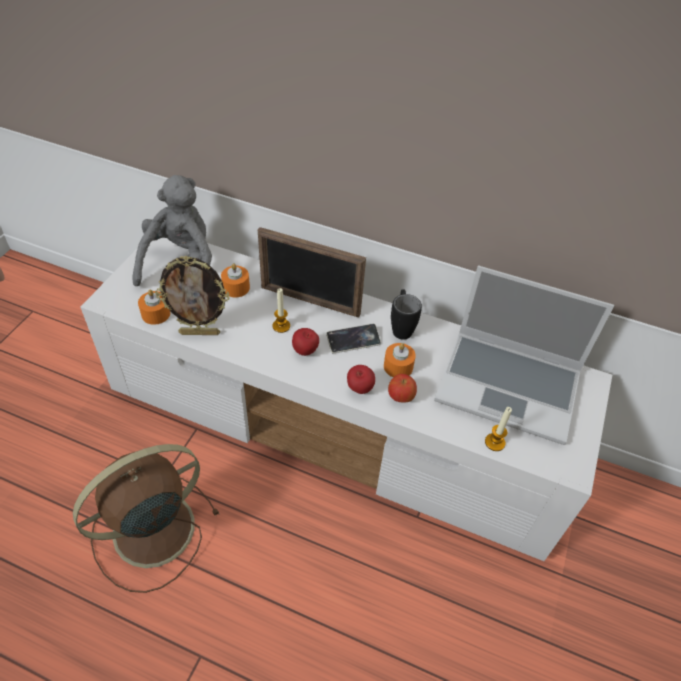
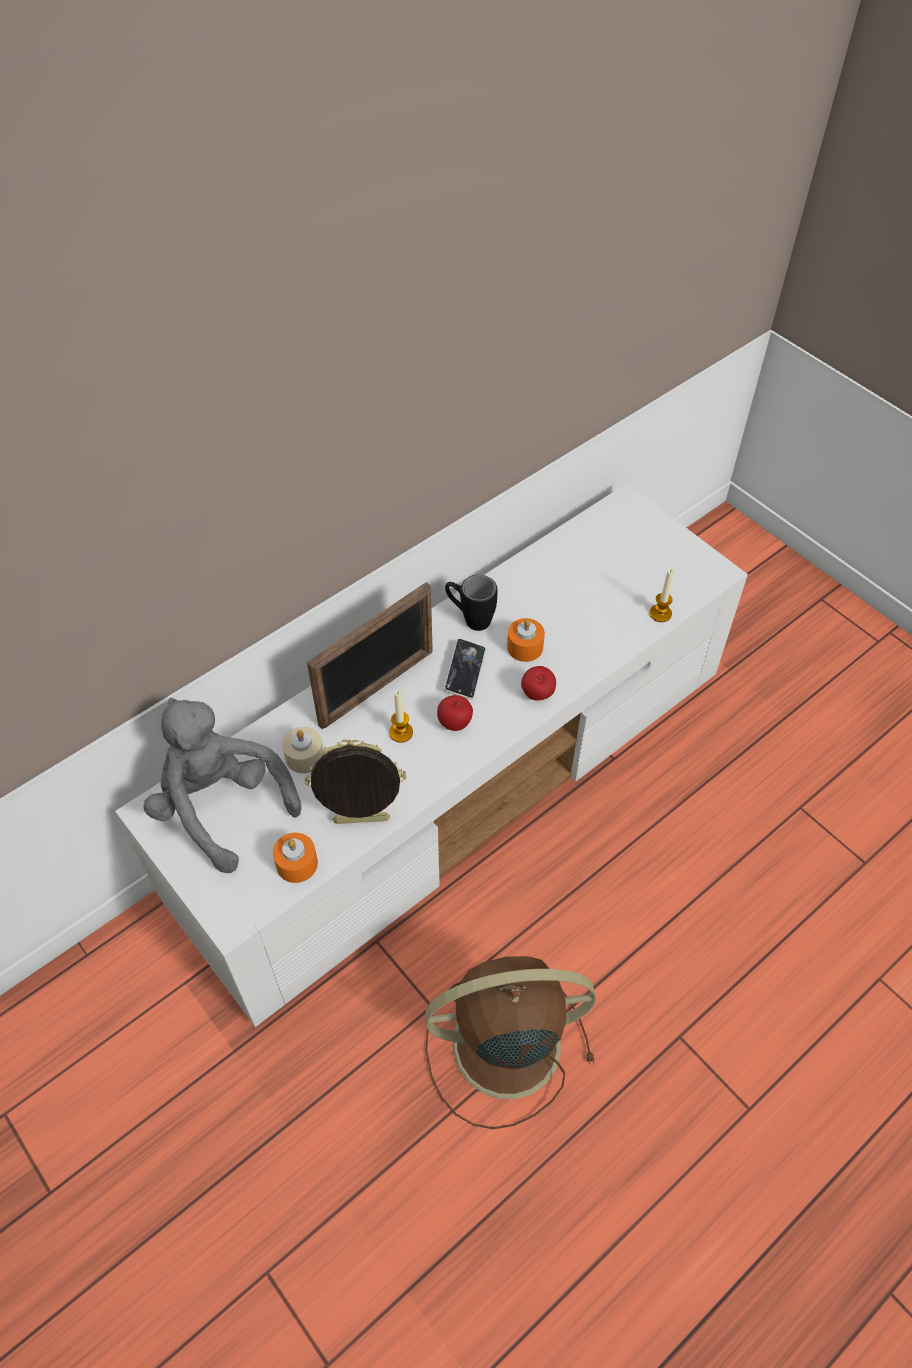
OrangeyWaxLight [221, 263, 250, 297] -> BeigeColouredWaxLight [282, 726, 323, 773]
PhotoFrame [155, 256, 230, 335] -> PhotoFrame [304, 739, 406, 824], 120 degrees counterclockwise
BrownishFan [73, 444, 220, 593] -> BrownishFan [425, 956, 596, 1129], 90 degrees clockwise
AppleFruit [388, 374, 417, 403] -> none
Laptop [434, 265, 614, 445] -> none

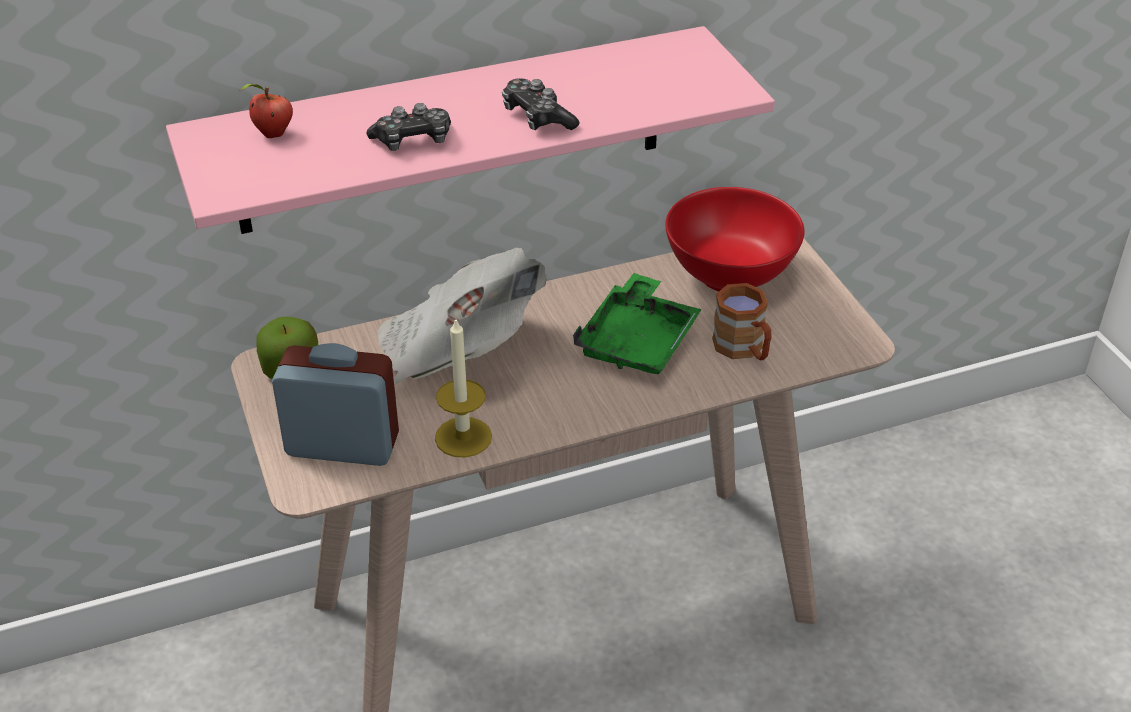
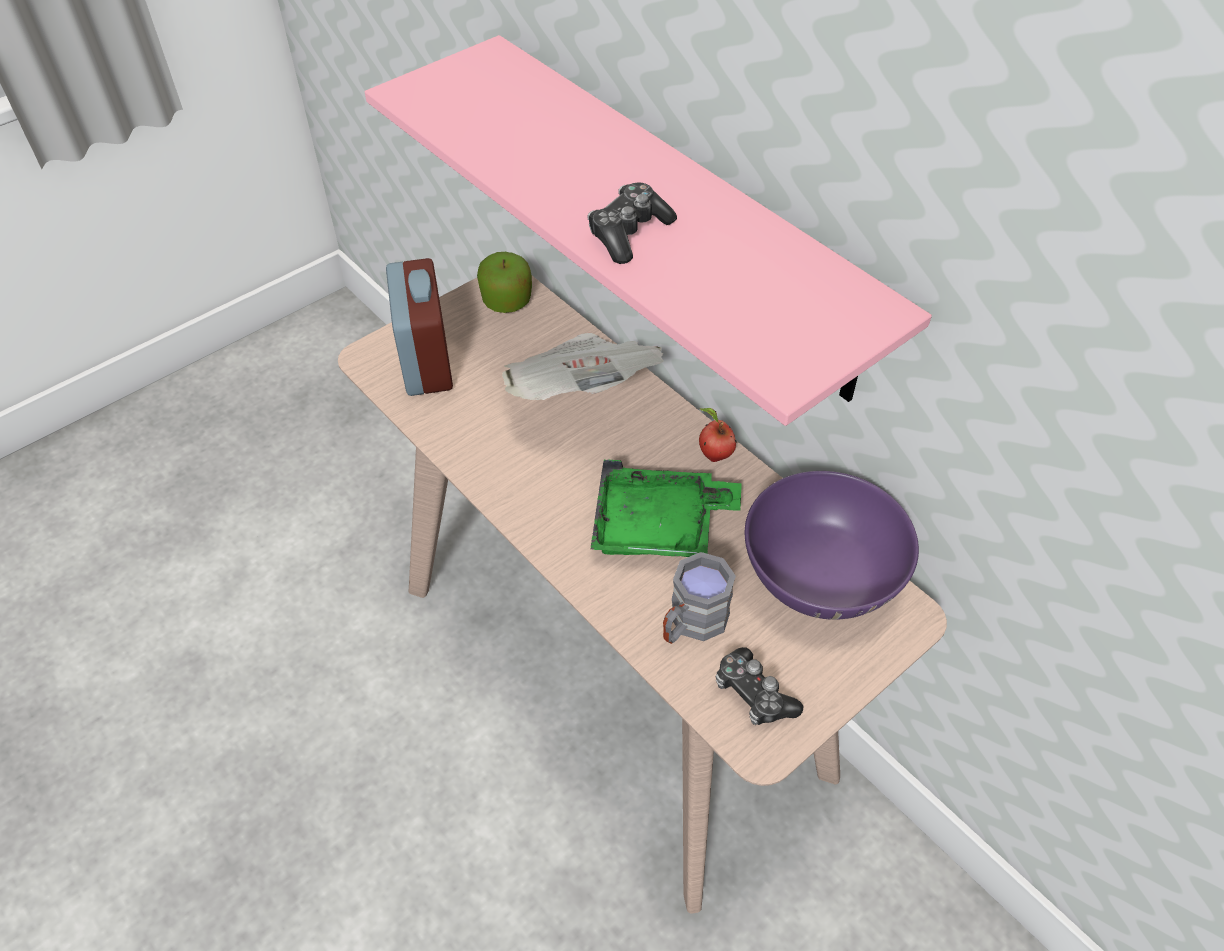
BrownishMug [712, 283, 772, 360] -> GrayMug [663, 552, 736, 644]
AppleFruit [241, 84, 293, 138] -> AppleFruit [699, 408, 737, 462], relocated
GameController [366, 103, 451, 151] -> GameController [715, 647, 803, 725], relocated
RedBowl [665, 187, 805, 291] -> PurpleBowl [745, 471, 919, 620]
WaxLight [435, 317, 492, 458] -> none

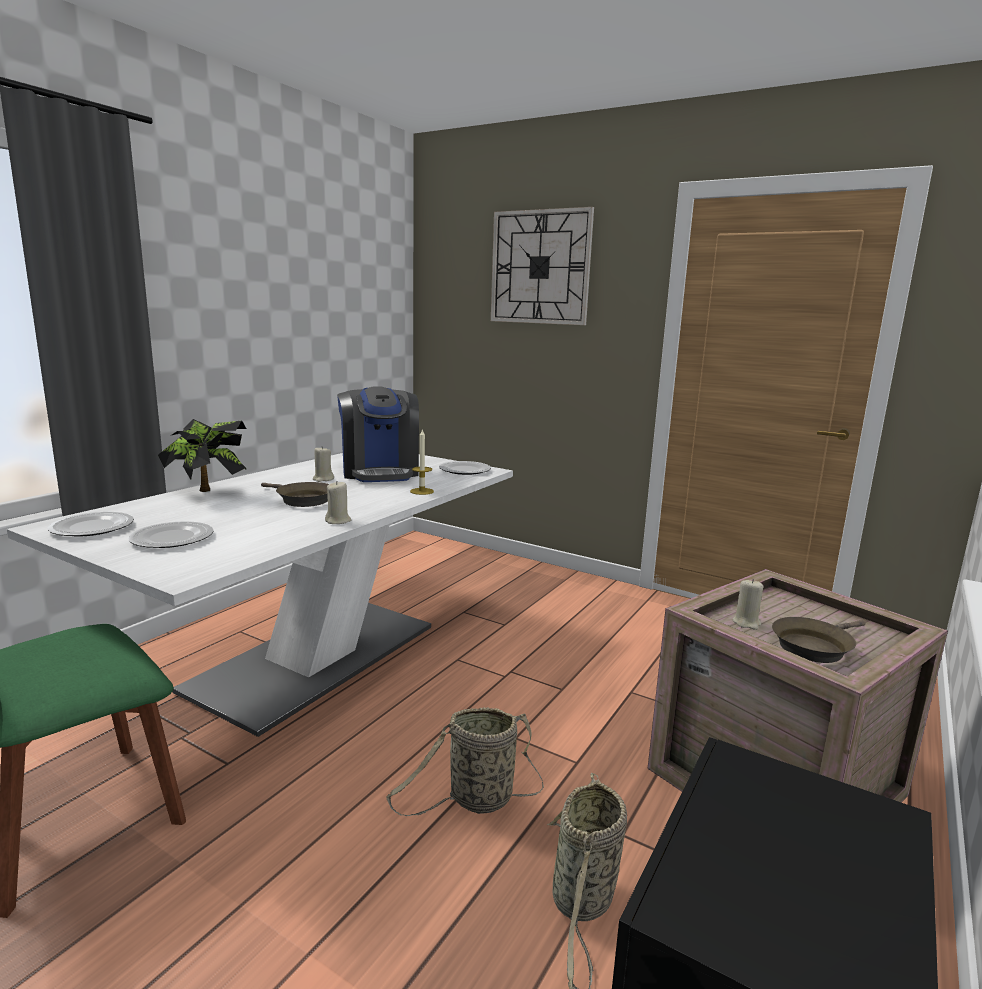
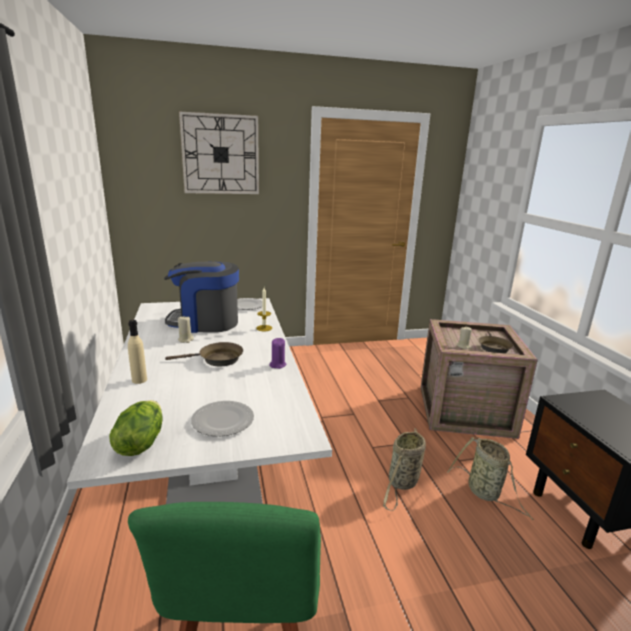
DinnerPlate [47, 512, 134, 536] -> Lettuce [109, 400, 163, 456]
PottedPlant [158, 419, 246, 492] -> BeigeColouredBottle [128, 320, 147, 384]
CoffeeMachine [337, 386, 419, 482] -> CoffeeMachine [164, 261, 239, 333], 150 degrees clockwise
BeigeColouredWaxLight [325, 481, 351, 524] -> PurpleWaxLight [269, 338, 286, 369]

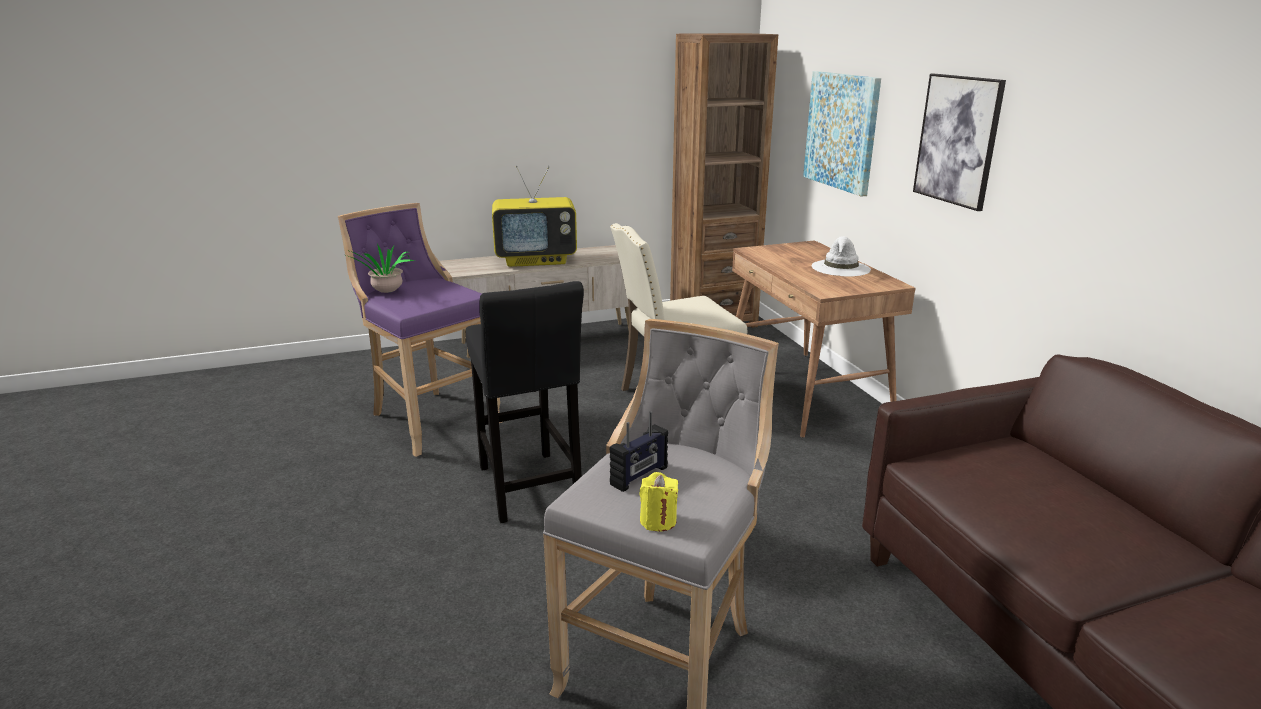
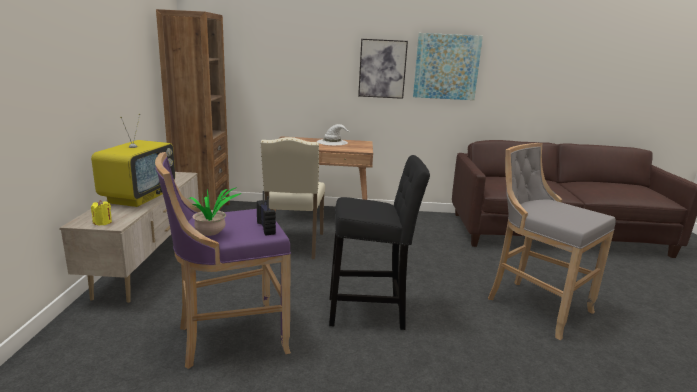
YellowColouredWaxLight [639, 472, 678, 532] -> YellowColouredWaxLight [91, 200, 112, 225], relocated
RadioSet [609, 411, 668, 492] -> RadioSet [257, 191, 276, 235], relocated
Picture [803, 71, 881, 197] -> Picture [413, 33, 483, 100], relocated

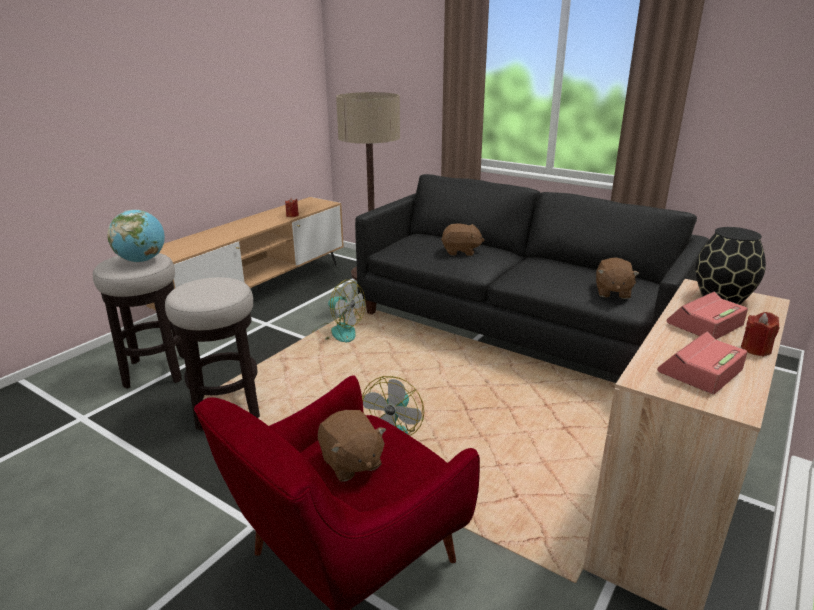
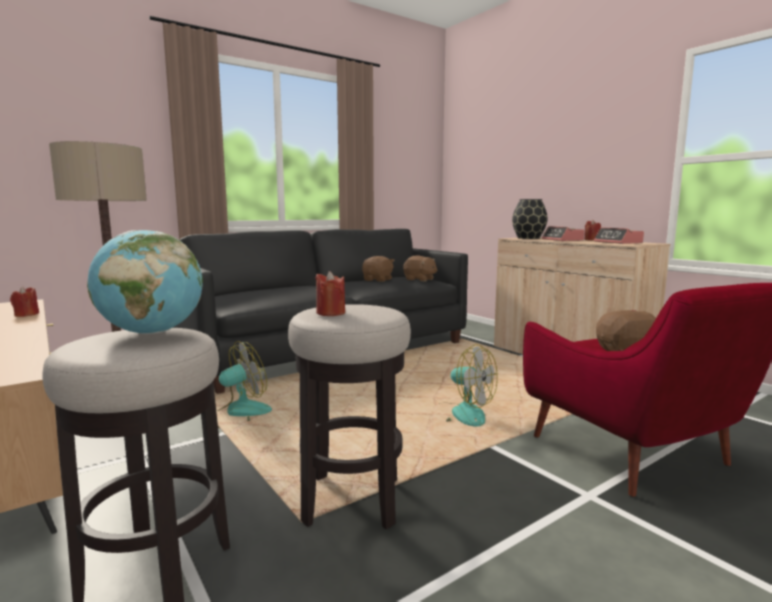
none -> RedWaxLight [315, 271, 345, 316]
BrownishCuddlyToy [441, 224, 484, 256] -> BrownishCuddlyToy [362, 256, 395, 282], relocated

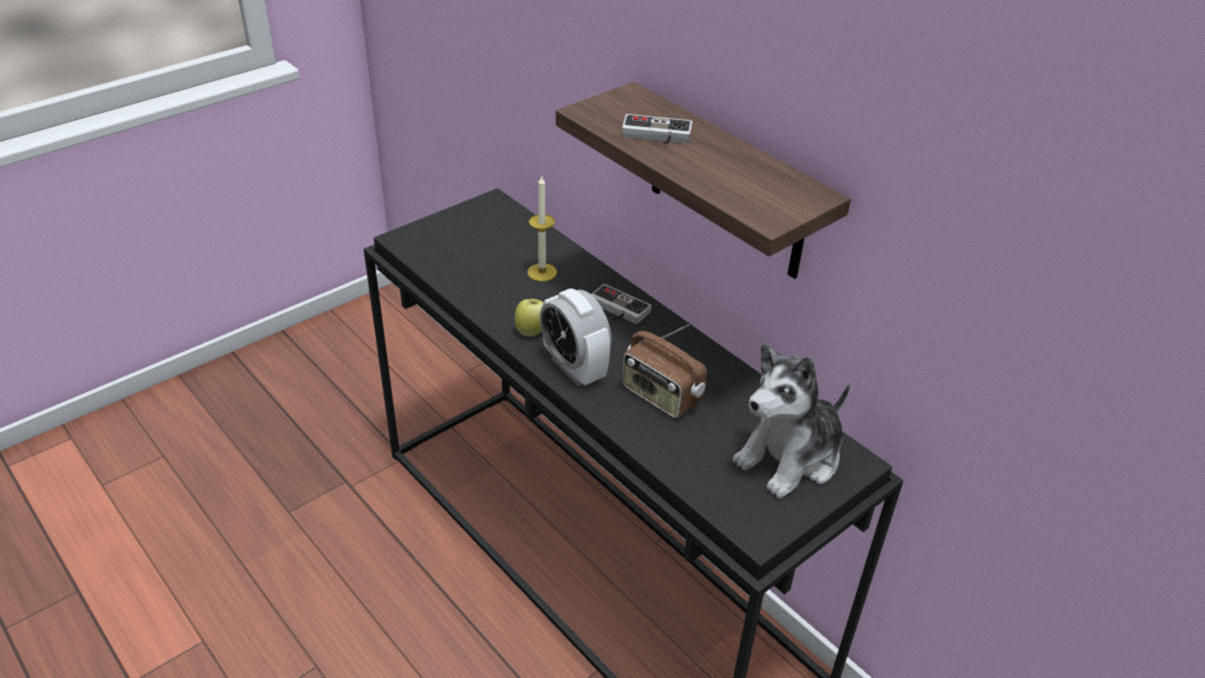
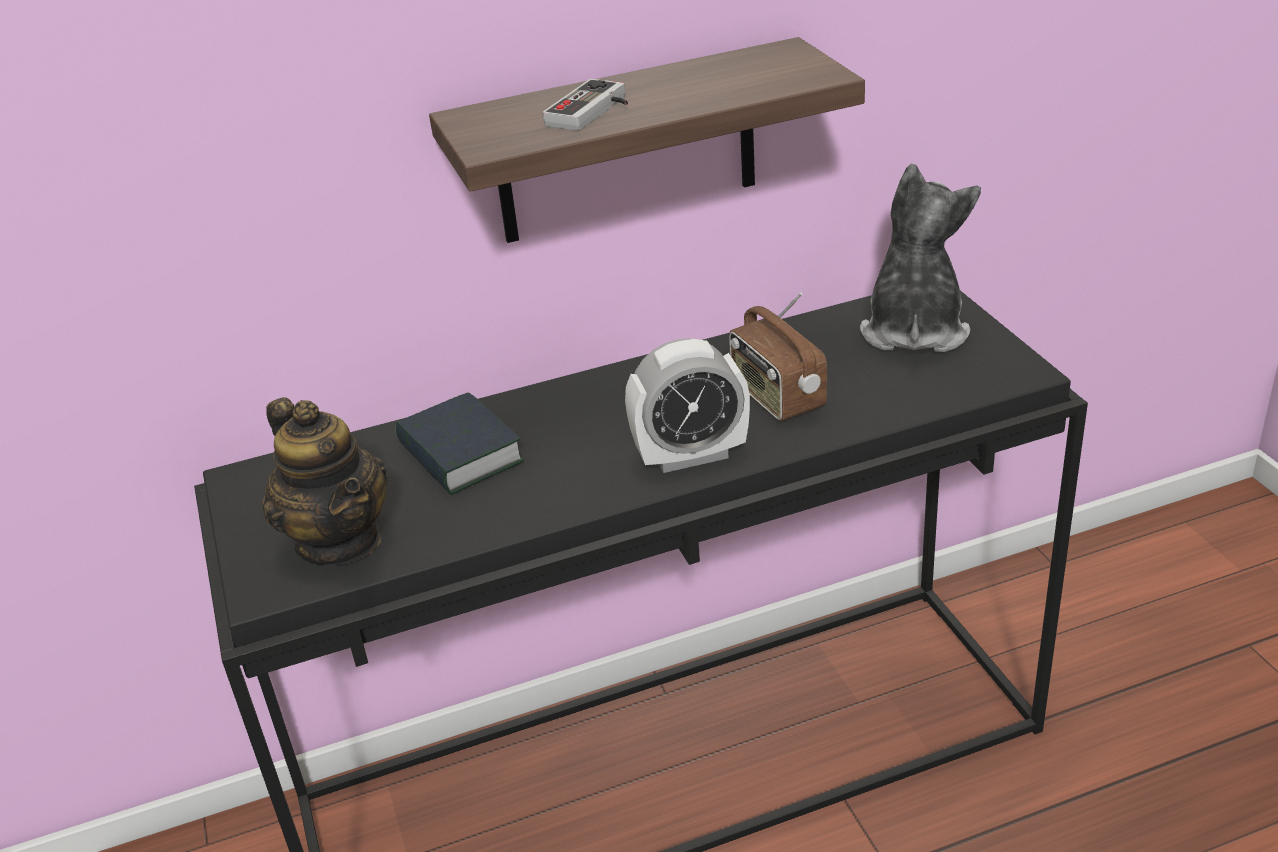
none -> PotForTea [262, 397, 388, 565]
WaxLight [527, 176, 557, 282] -> Volume [396, 392, 524, 495]
RadioSet [622, 324, 707, 418] -> RadioSet [729, 293, 827, 421], 90 degrees clockwise
CuddlyToy [732, 343, 850, 499] -> CuddlyToy [860, 163, 981, 352], 150 degrees counterclockwise
AppleFruit [515, 299, 544, 337] -> none
GameController [591, 284, 651, 324] -> none

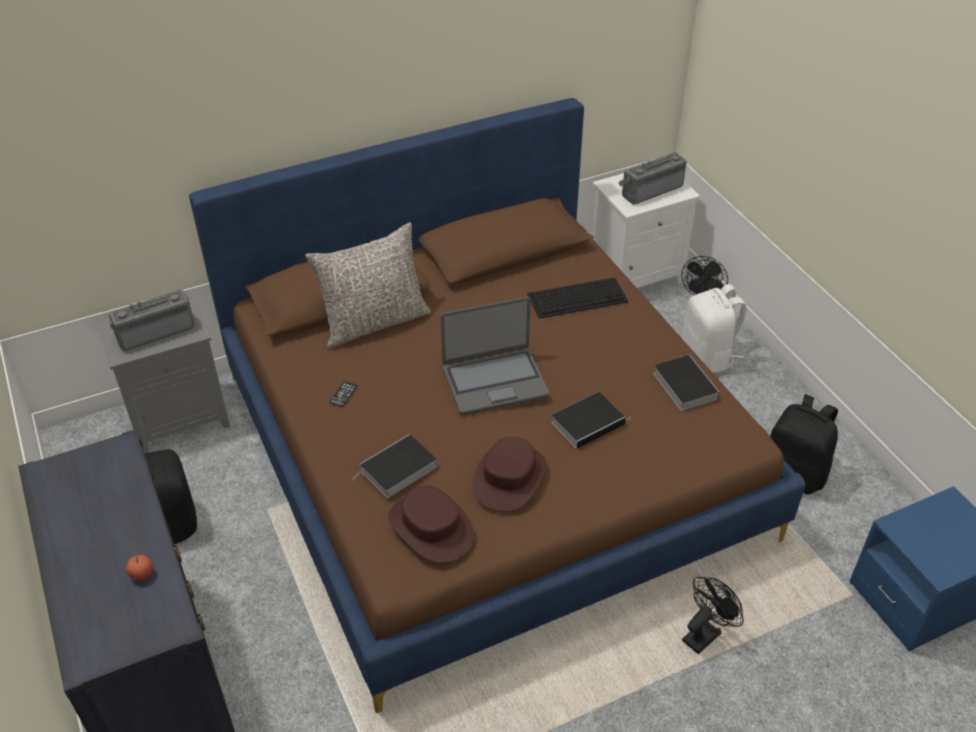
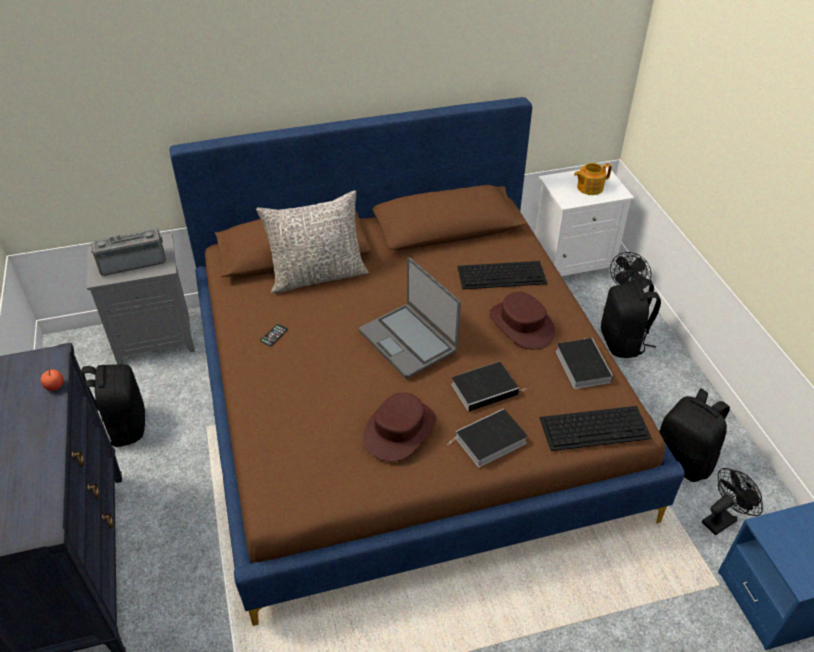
AppleFruit [126, 555, 153, 581] -> AppleFruit [41, 369, 64, 391], relocated
Laptop [440, 297, 549, 415] -> Laptop [359, 257, 461, 378], 60 degrees clockwise
Volume [353, 434, 437, 498] -> Volume [447, 409, 528, 467], relocated
BrownishClothingHat [388, 485, 474, 563] -> BrownishClothingHat [489, 292, 555, 349], relocated
none -> PcKeyboard [539, 406, 652, 451]
RadioSet [619, 152, 687, 204] -> PotForTea [574, 163, 612, 195]
WhiteColouredBackpack [682, 284, 747, 373] -> BlackishBackpack [601, 279, 661, 358]
BlackishFan [682, 577, 744, 654] -> BlackishFan [702, 468, 763, 535], relocated

